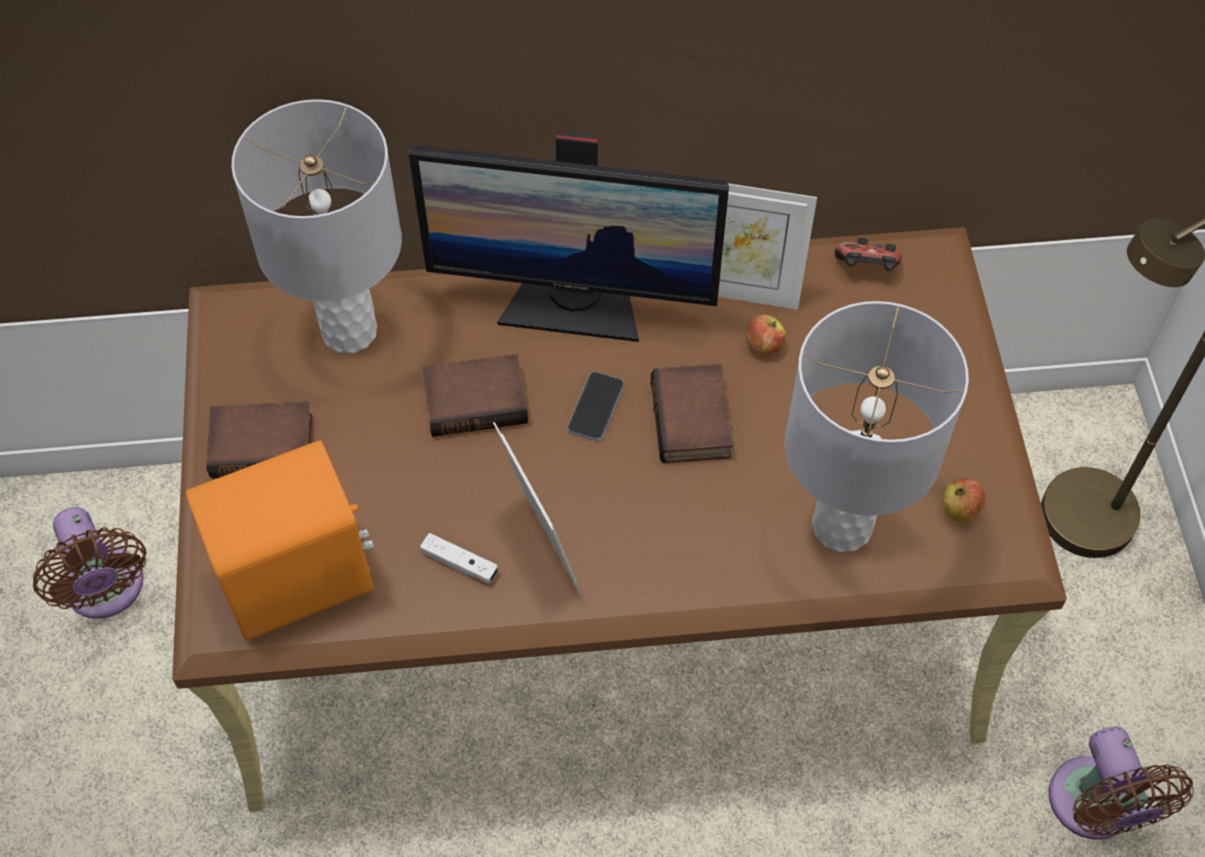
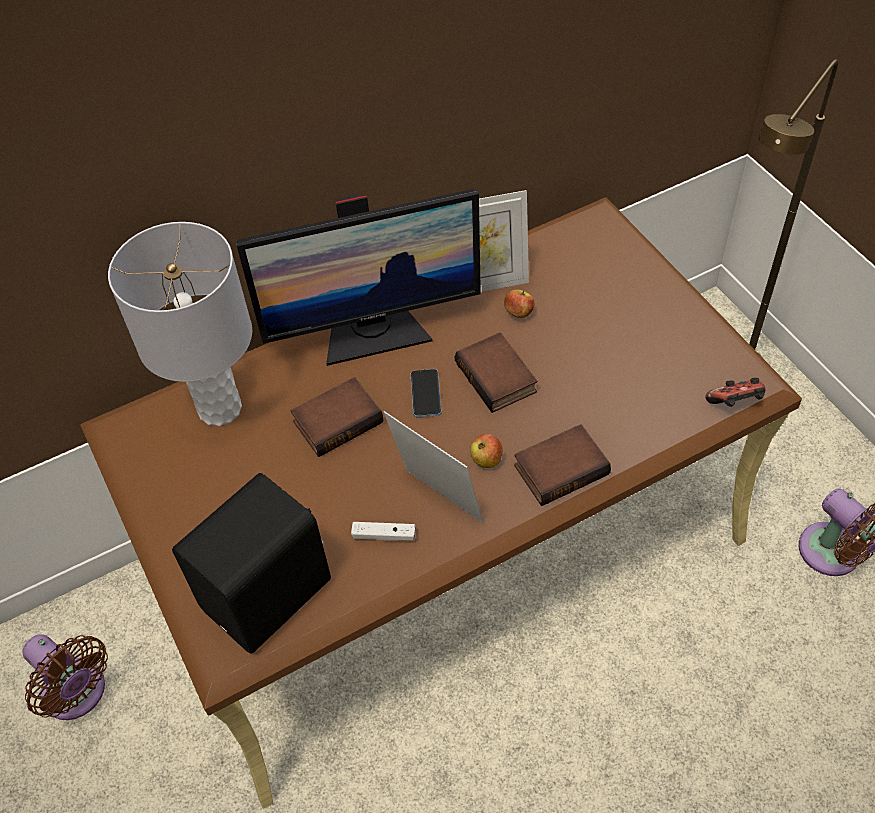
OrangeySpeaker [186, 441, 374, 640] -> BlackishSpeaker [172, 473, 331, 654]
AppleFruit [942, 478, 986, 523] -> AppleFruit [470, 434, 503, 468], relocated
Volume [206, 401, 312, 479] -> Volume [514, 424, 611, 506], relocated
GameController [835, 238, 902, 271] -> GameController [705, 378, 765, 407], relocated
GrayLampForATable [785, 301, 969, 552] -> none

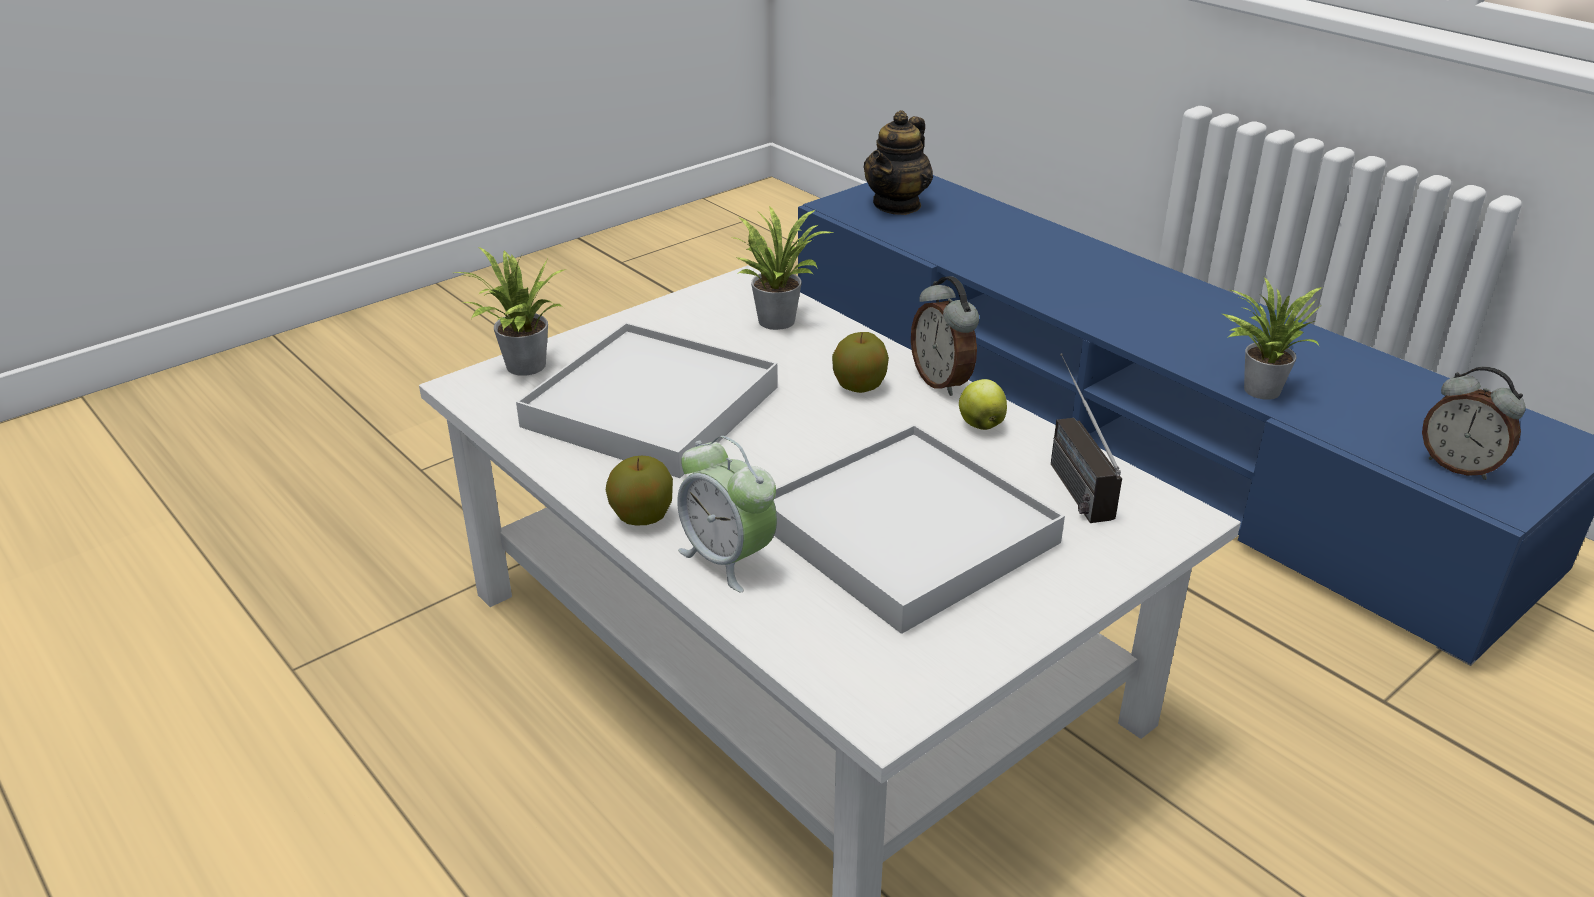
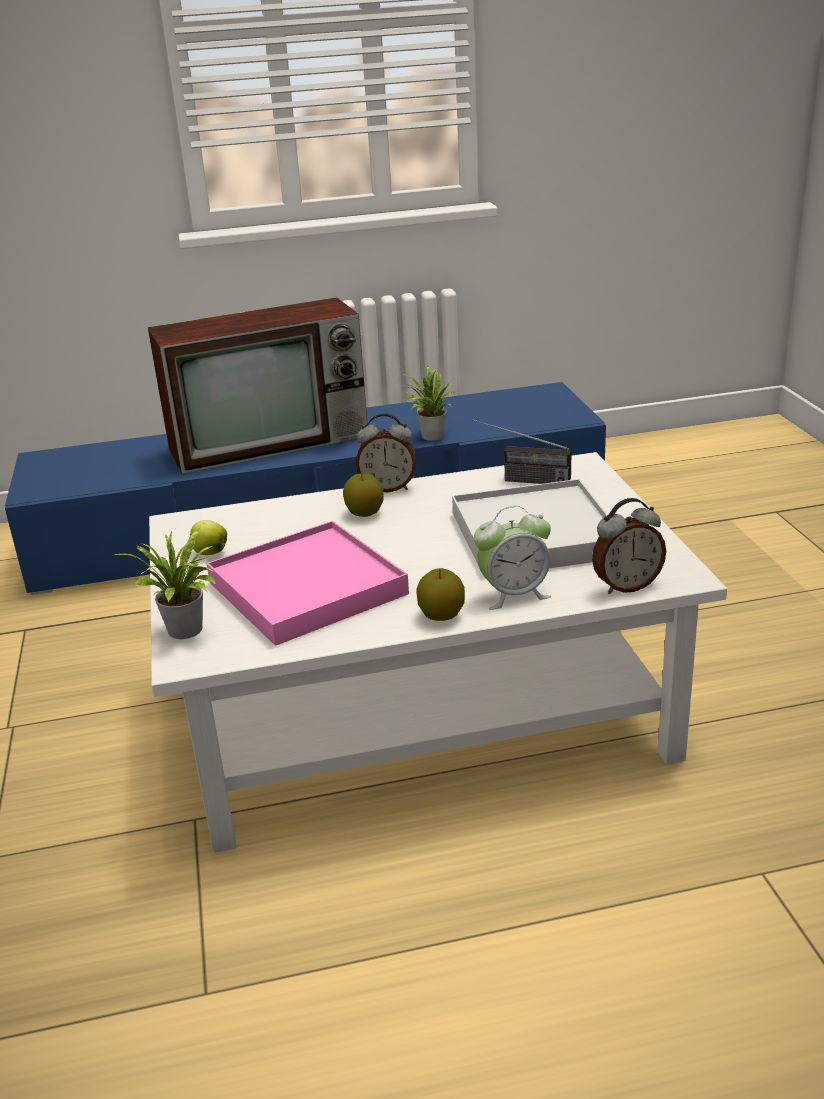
none -> TvSet [148, 297, 367, 474]
AppleFruit [959, 379, 1007, 430] -> AppleFruit [190, 520, 227, 555], relocated
WhiteColouredServingTray [516, 322, 778, 478] -> PinkishServingTray [206, 521, 409, 646]
BedsideClock [1422, 366, 1526, 480] -> BedsideClock [592, 498, 666, 594], relocated
PottedPlant [734, 207, 835, 330] -> none
PotForTea [863, 110, 933, 215] -> none

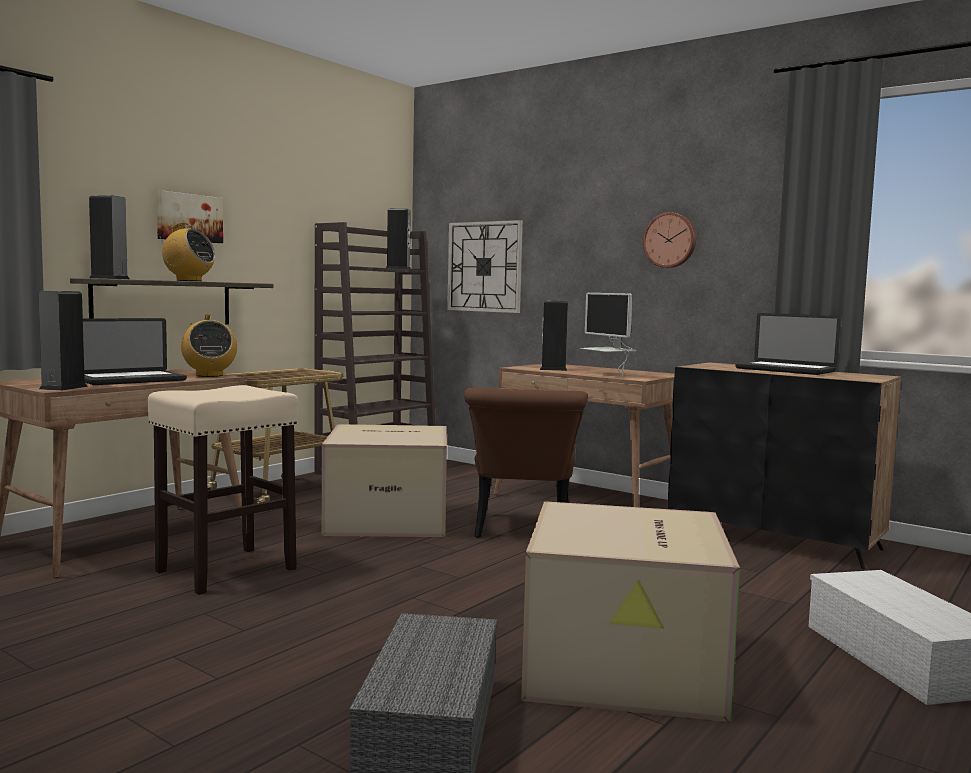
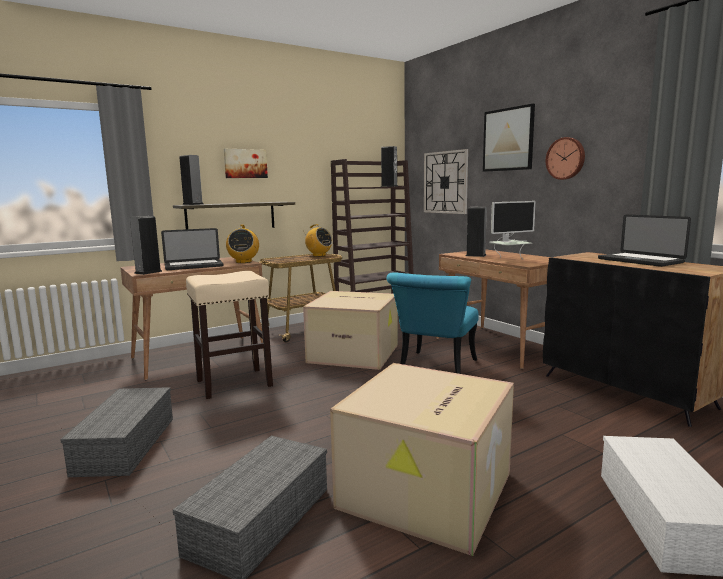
none -> GrayStorageBox [60, 387, 173, 477]
RadioSet [157, 223, 215, 281] -> RadioSet [305, 224, 333, 256], relocated
BrownishChair [464, 387, 588, 538] -> TurquoiseChair [387, 272, 478, 374]
none -> Picture [483, 104, 535, 172]
ComputerScreen [580, 293, 636, 377] -> ComputerScreen [489, 201, 536, 259], 105 degrees counterclockwise

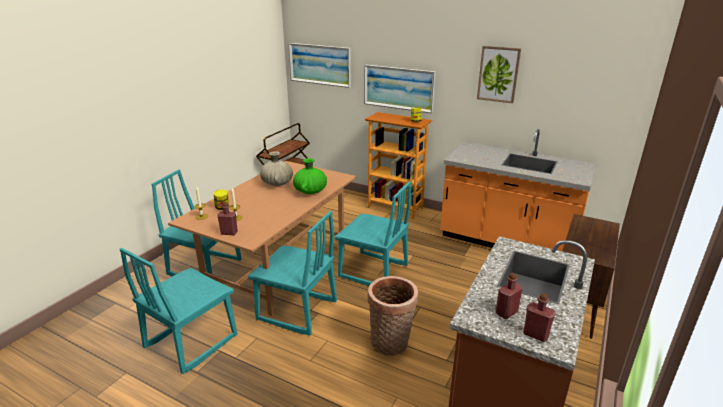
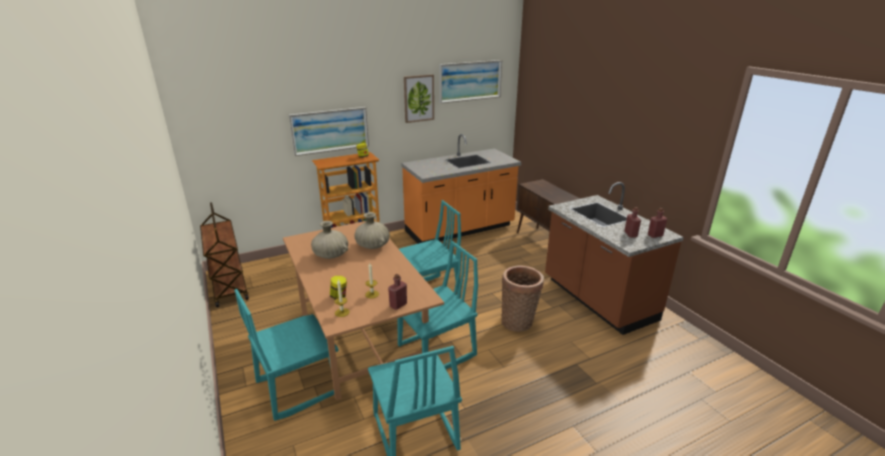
GreenishVase [293, 158, 327, 194] -> BeigeColouredVase [354, 212, 390, 249]
Picture [288, 43, 351, 88] -> Picture [440, 60, 502, 103], relocated

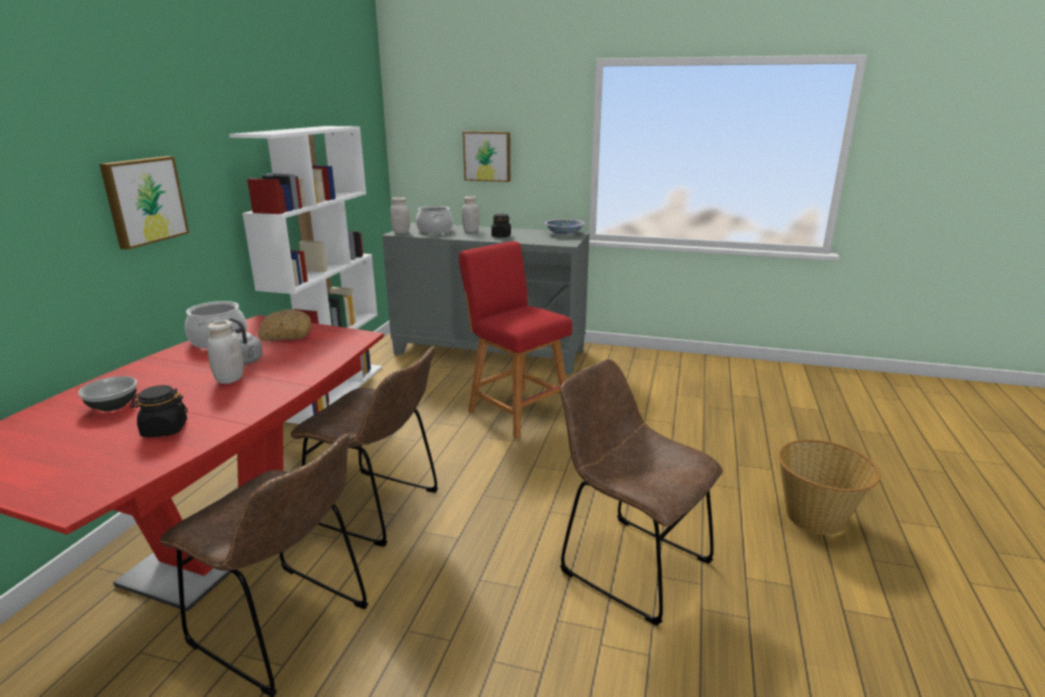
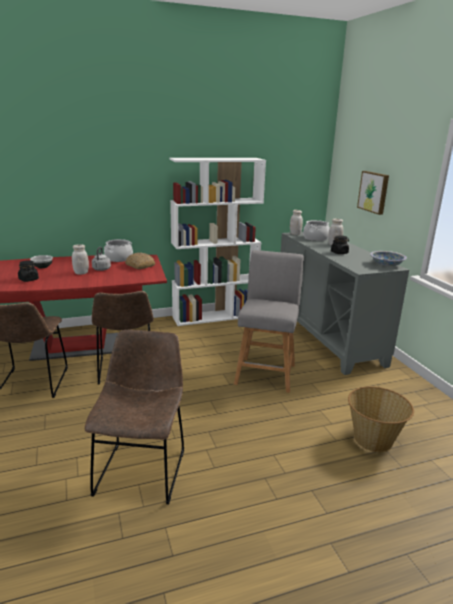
RedStool [459, 241, 572, 439] -> GrayStool [234, 250, 304, 393]
StorageBasket [778, 439, 881, 535] -> StorageBasket [348, 386, 414, 452], relocated
Picture [99, 156, 189, 250] -> none

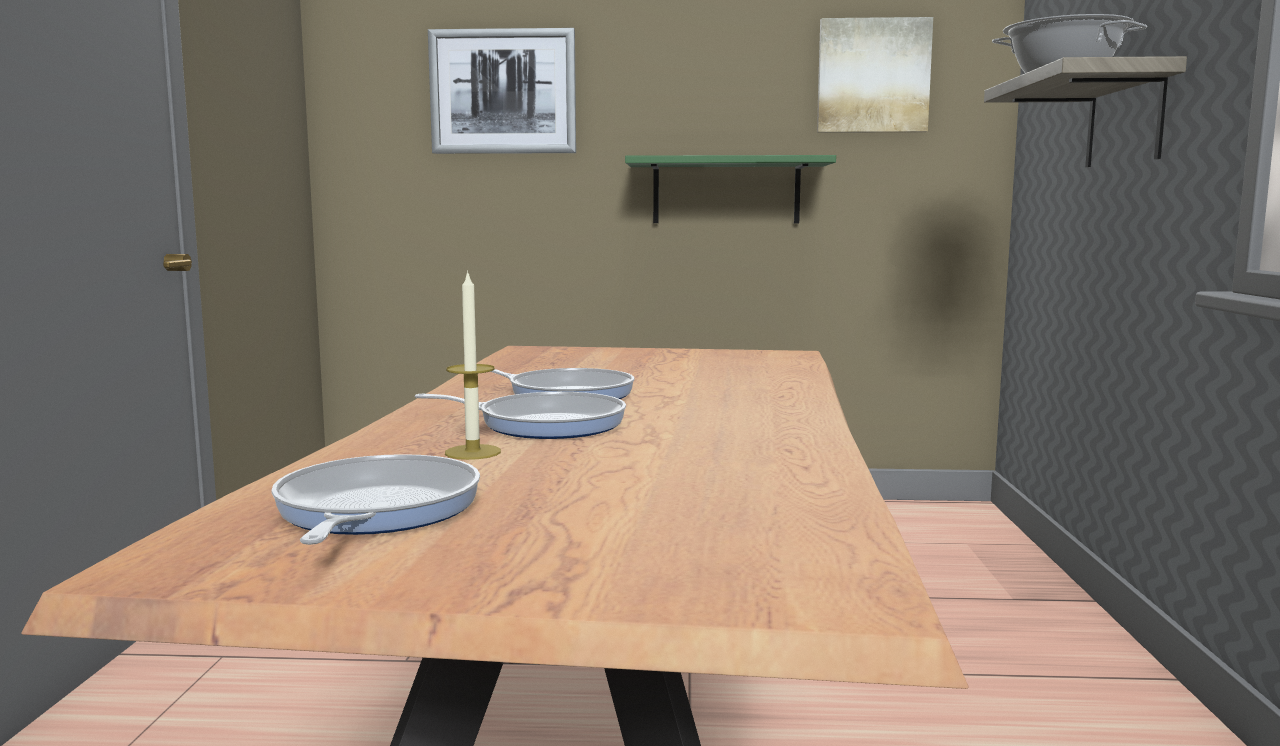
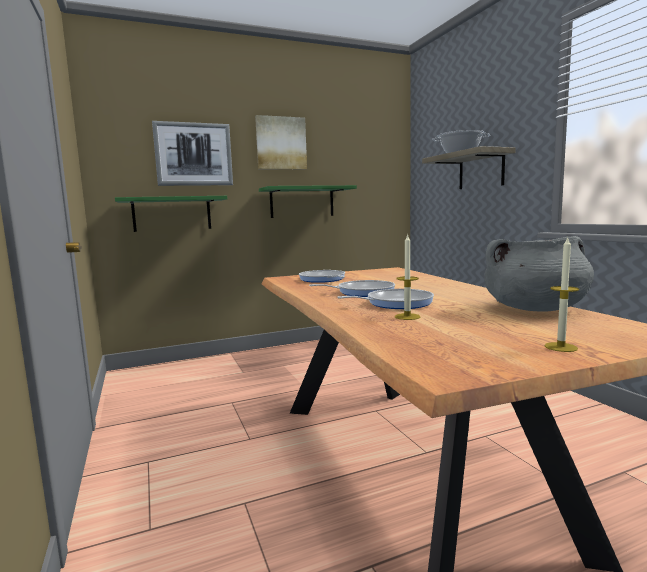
none -> GreenishBracketShelf [115, 196, 227, 232]
Picture [817, 17, 933, 133] -> Picture [255, 115, 307, 169], relocated
Skillet [272, 454, 480, 545] -> Skillet [299, 270, 345, 283], relocated
none -> GrayStockpot [484, 236, 594, 312]
none -> WaxLight [544, 237, 579, 352]

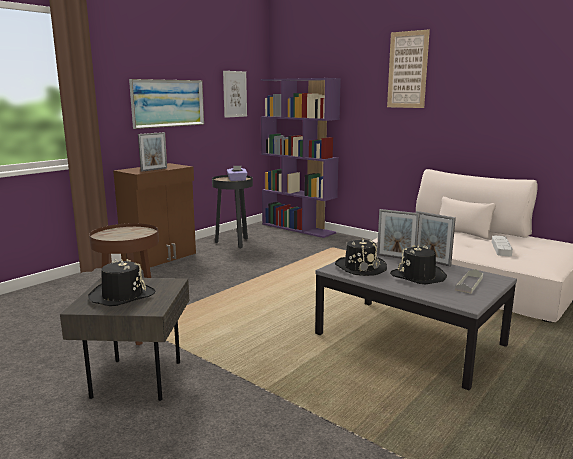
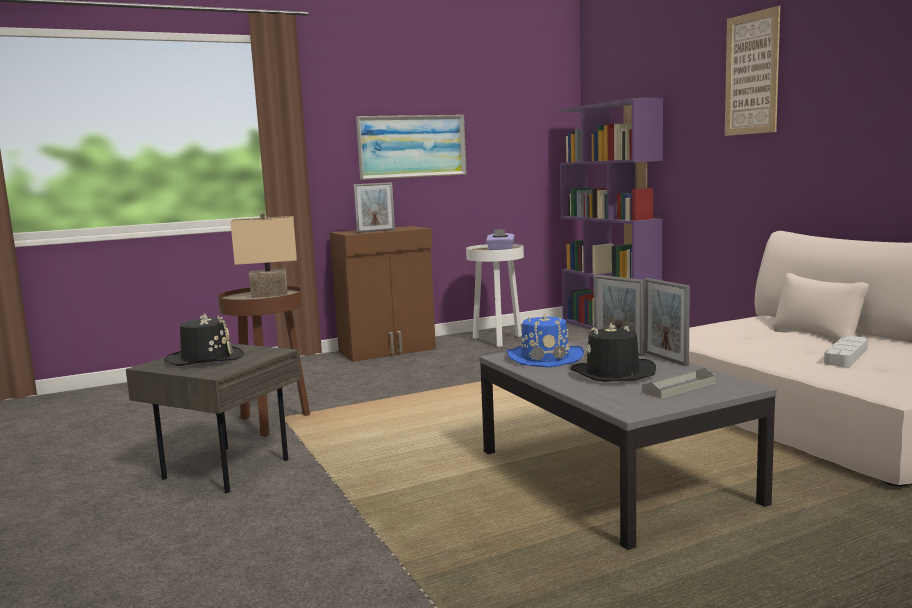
none -> BeigeColouredLampForATable [230, 213, 297, 298]
BlackishEndTable [212, 175, 253, 249] -> WhiteColouredEndTable [466, 244, 524, 347]
BlackishClothingHat [335, 239, 387, 276] -> BlueClothingHat [507, 312, 584, 367]
Picture [223, 71, 247, 118] -> none

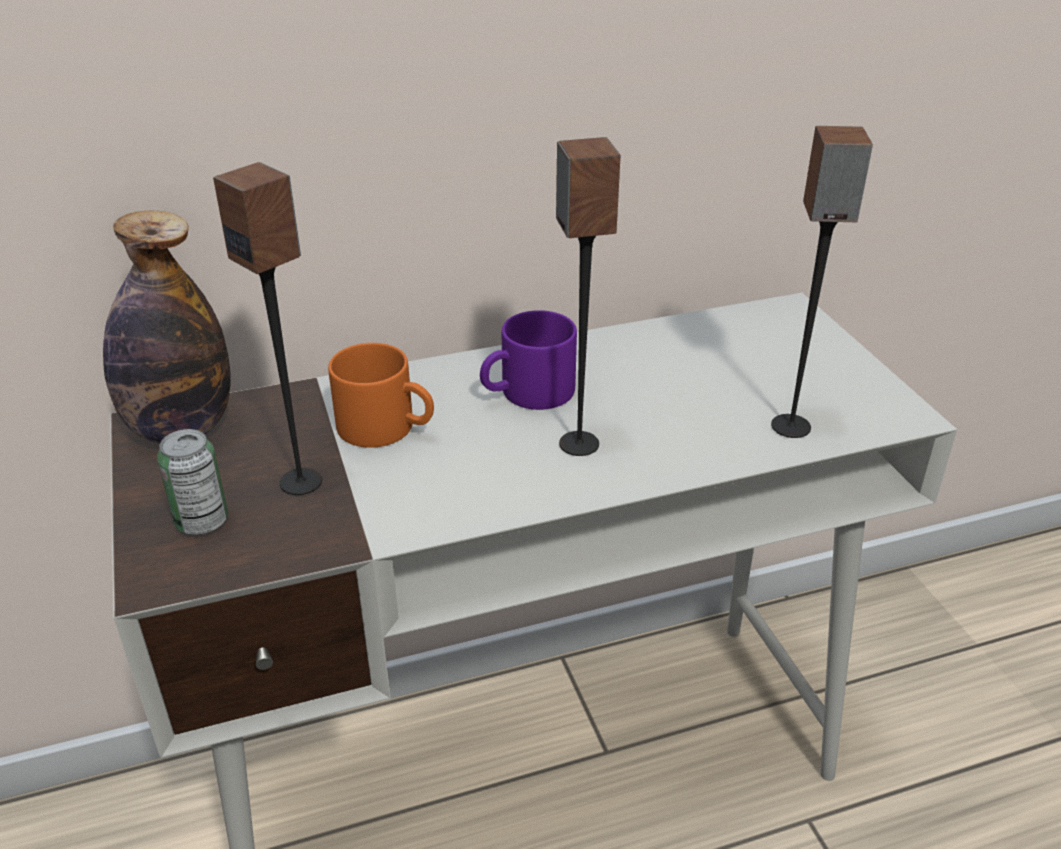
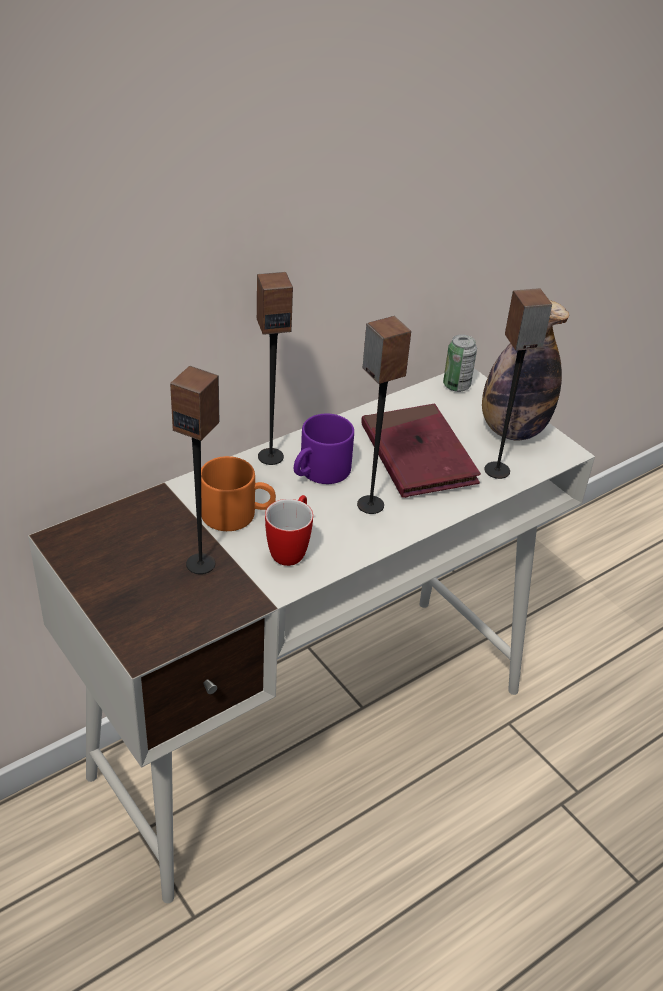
none -> Speaker [257, 272, 293, 465]
none -> Mug [265, 495, 313, 566]
none -> RedVolume [362, 404, 481, 498]
SealedCan [157, 429, 228, 535] -> SealedCan [443, 334, 477, 392], relocated
Bottle [103, 210, 231, 443] -> Bottle [482, 300, 569, 441], relocated

